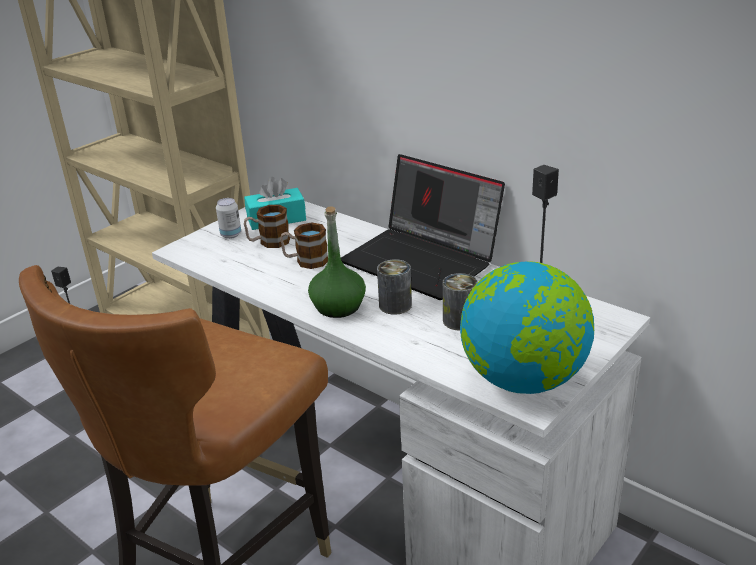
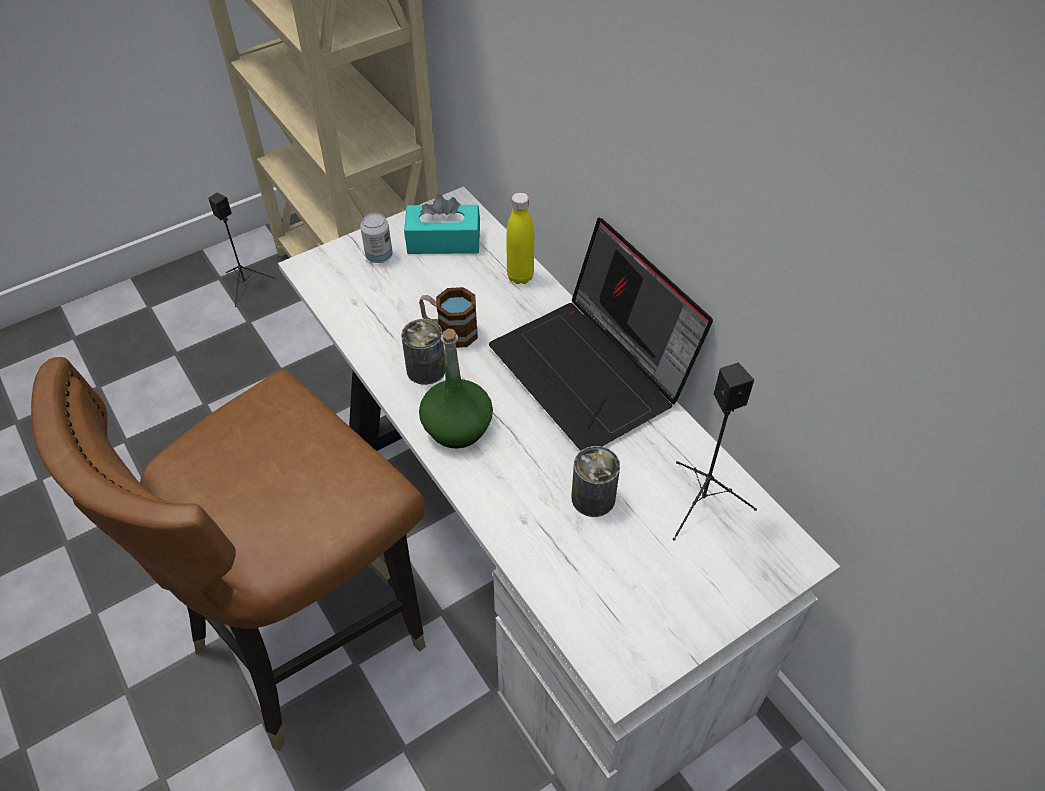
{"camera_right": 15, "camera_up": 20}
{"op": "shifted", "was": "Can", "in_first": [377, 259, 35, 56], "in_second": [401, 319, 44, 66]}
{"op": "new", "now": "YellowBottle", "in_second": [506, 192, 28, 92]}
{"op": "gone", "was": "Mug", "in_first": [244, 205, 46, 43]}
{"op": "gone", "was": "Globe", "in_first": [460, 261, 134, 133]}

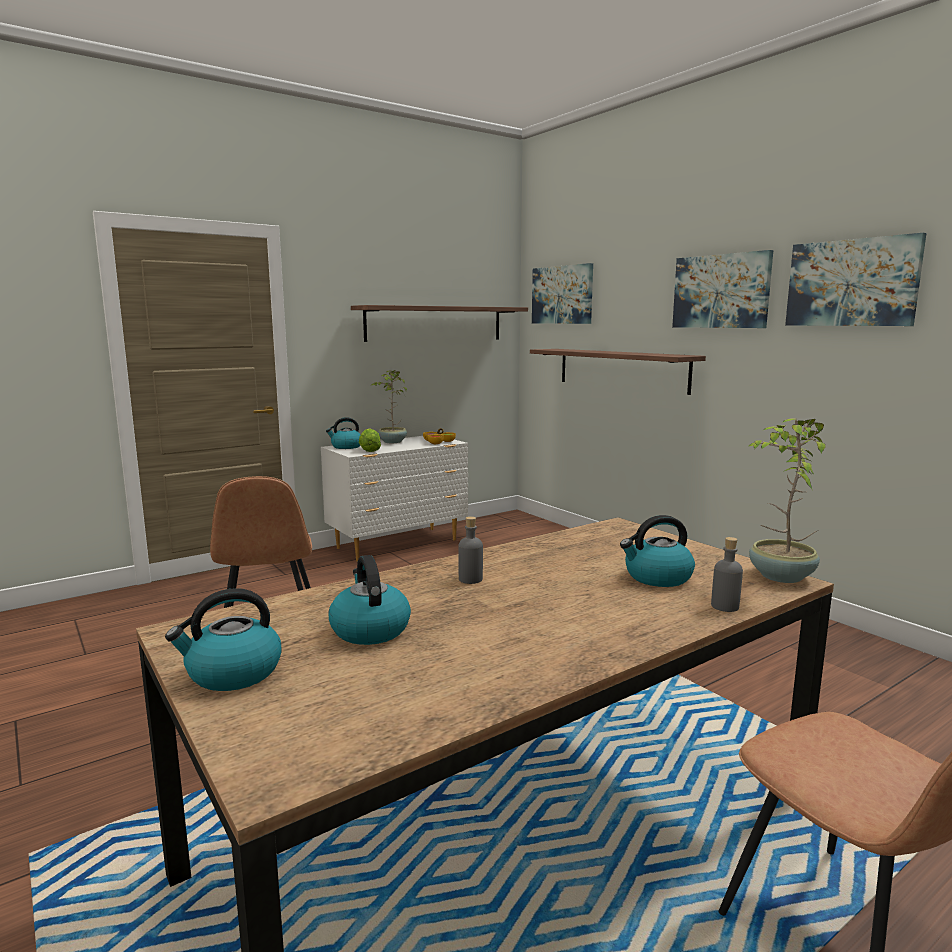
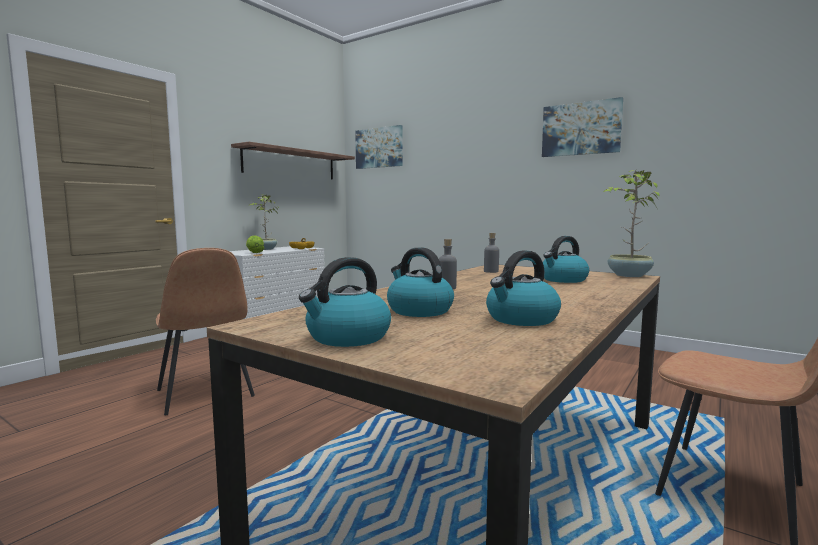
{"camera_right": -20, "camera_up": -5}
{"op": "shifted", "was": "GreyBottle", "in_first": [711, 537, 32, 75], "in_second": [484, 233, 15, 40]}
{"op": "shifted", "was": "Kettle", "in_first": [326, 417, 35, 32], "in_second": [486, 250, 75, 76]}
{"op": "gone", "was": "Shelf", "in_first": [530, 349, 176, 46]}
{"op": "gone", "was": "Picture", "in_first": [672, 250, 101, 78]}

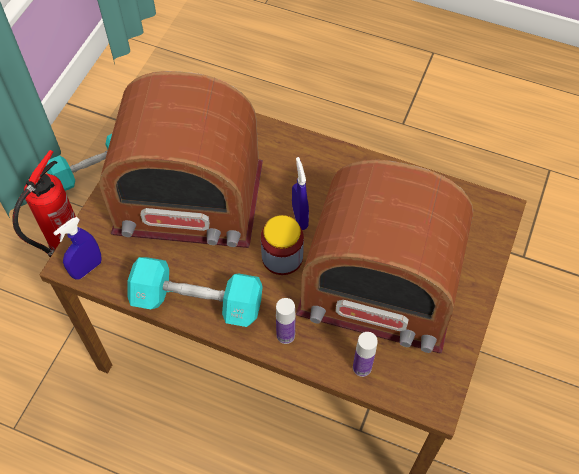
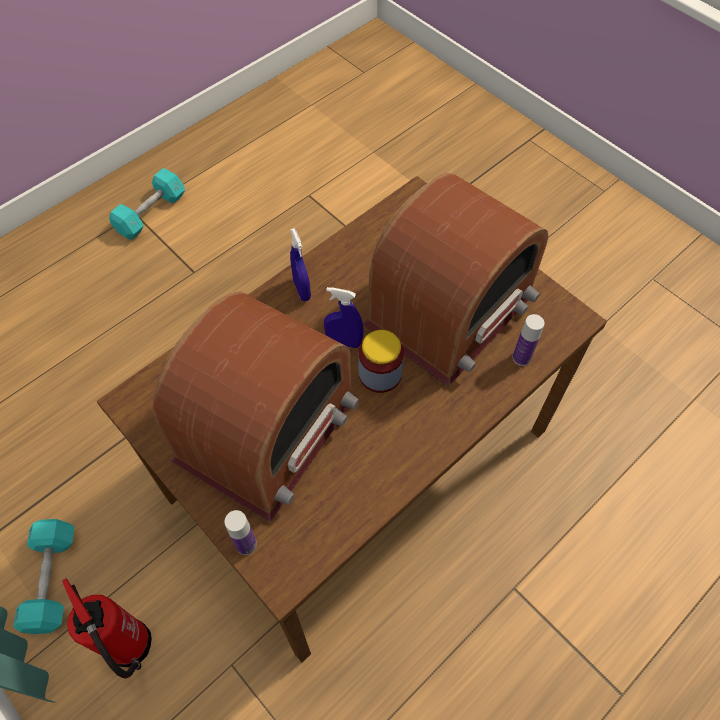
{"camera_right": -65, "camera_up": 0}
{"op": "shifted", "was": "TurquoiseDumbbell", "in_first": [127, 257, 136, 70], "in_second": [109, 168, 76, 72]}
{"op": "shifted", "was": "Bottle", "in_first": [276, 298, 19, 46], "in_second": [224, 510, 33, 45]}
{"op": "shifted", "was": "BlueSprayBottle", "in_first": [53, 217, 49, 63], "in_second": [290, 228, 21, 73]}

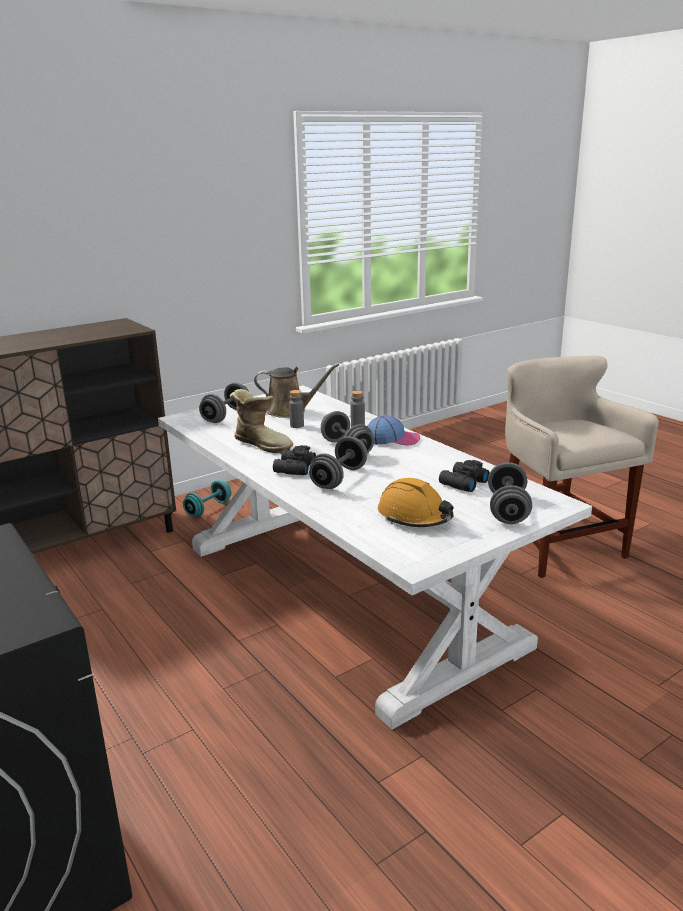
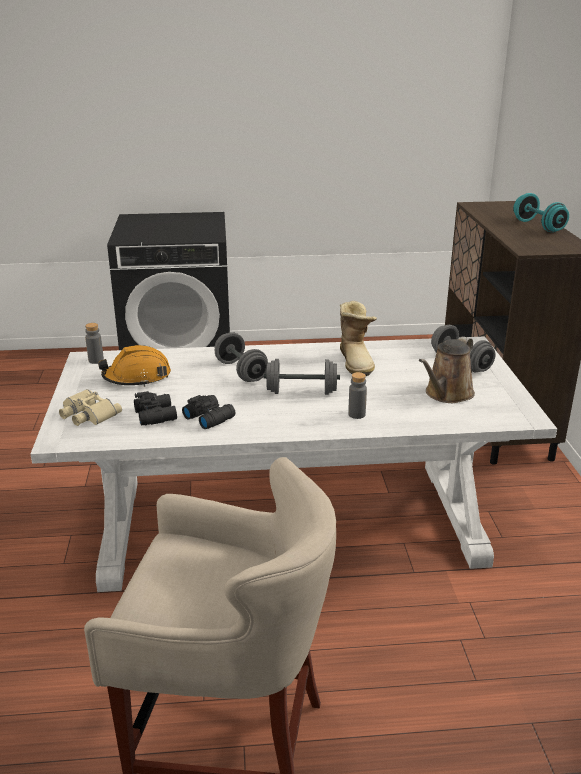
{"camera_right": 120, "camera_up": 5}
{"op": "swapped", "was": "GreyDumbbell", "now": "BeigeBinoculars", "in_first": [488, 462, 44, 62], "in_second": [59, 389, 63, 37]}
{"op": "shifted", "was": "GreyBottle", "in_first": [289, 390, 15, 38], "in_second": [85, 323, 19, 41]}
{"op": "shifted", "was": "BlackBinoculars", "in_first": [273, 445, 43, 30], "in_second": [182, 395, 53, 34]}
{"op": "rotated", "was": "Boot", "in_first": [230, 389, 63, 65], "in_second": [340, 301, 37, 75], "clockwise": -75}
{"op": "shifted", "was": "TurquoiseDumbbell", "in_first": [183, 480, 48, 37], "in_second": [513, 193, 56, 39]}
{"op": "gone", "was": "Cap", "in_first": [367, 415, 53, 31]}

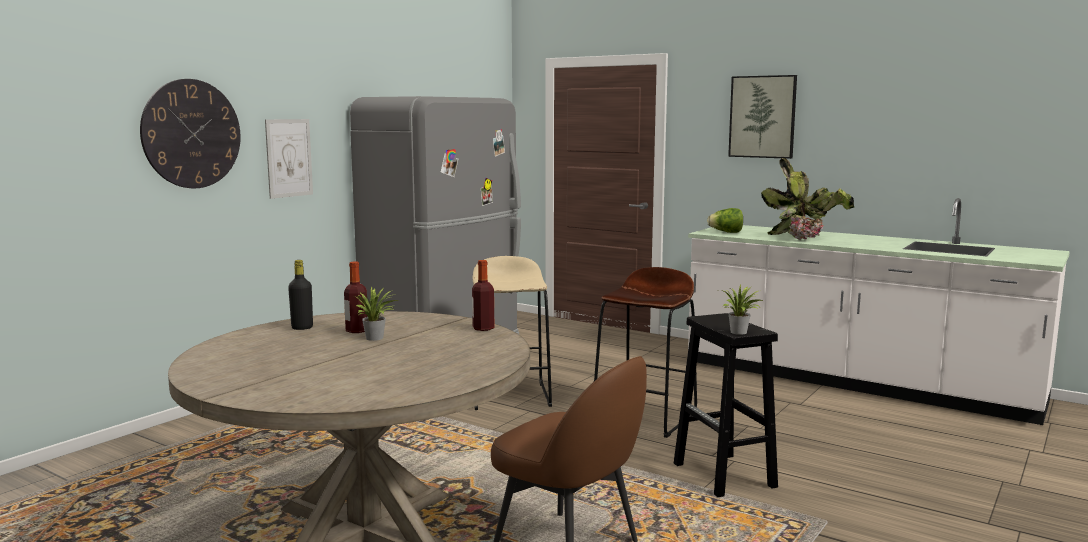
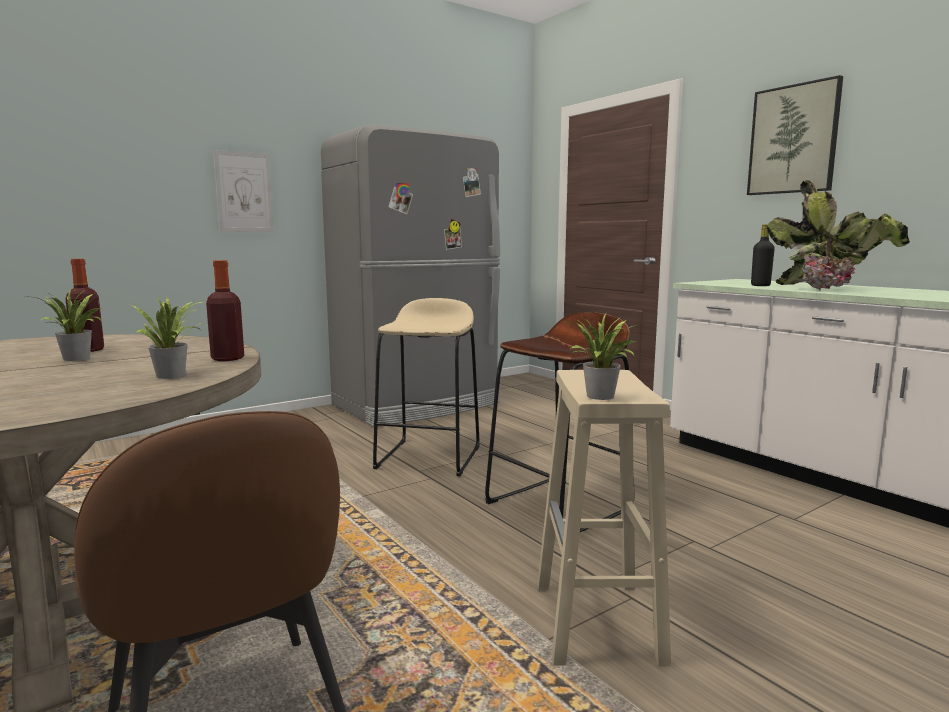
{"camera_right": 20, "camera_up": 0}
{"op": "new", "now": "PottedPlant", "in_second": [131, 296, 73, 83]}
{"op": "repainted", "was": "BlackStool", "now": "BeigeStool", "in_first": [674, 313, 104, 184], "in_second": [537, 370, 134, 296]}
{"op": "shifted", "was": "BlackBottle", "in_first": [288, 260, 25, 70], "in_second": [751, 224, 24, 62]}
{"op": "gone", "was": "WallClock", "in_first": [140, 79, 101, 109]}
{"op": "gone", "was": "Lettuce", "in_first": [707, 208, 36, 25]}

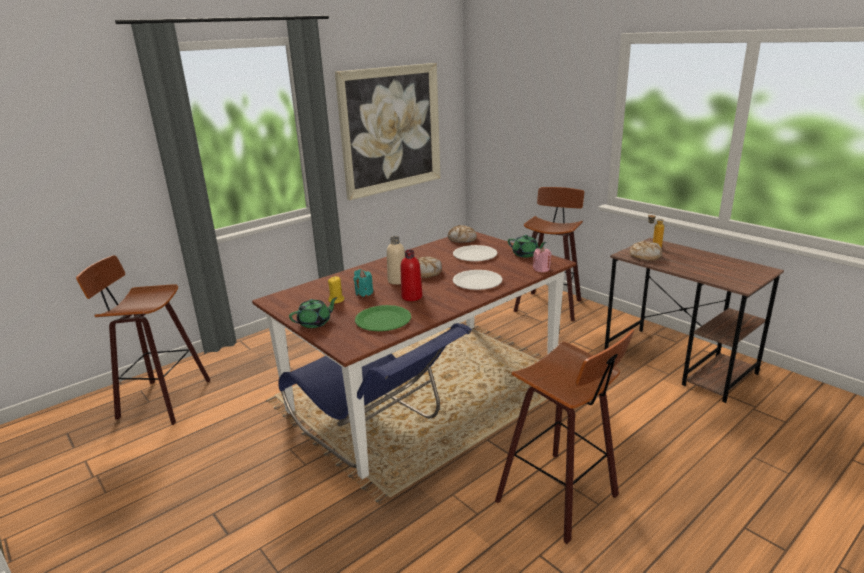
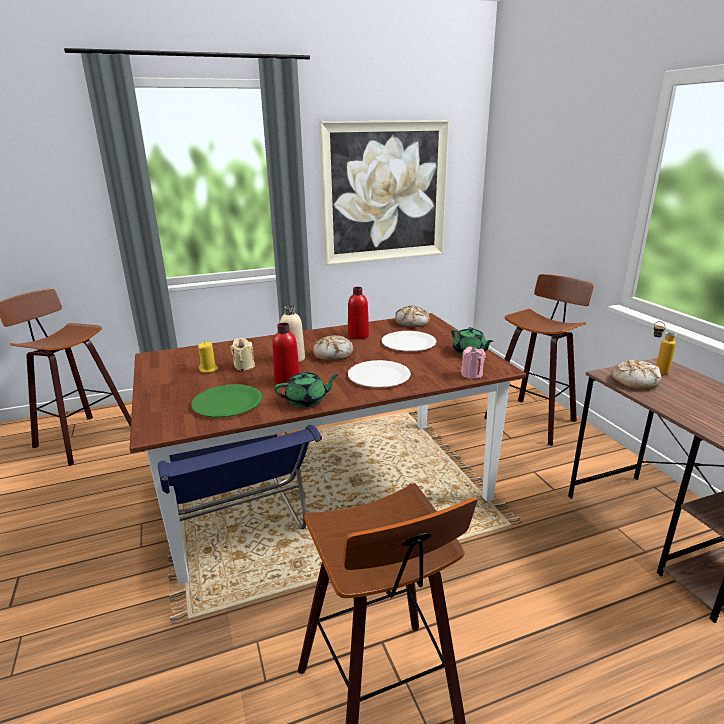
{"camera_right": 20, "camera_up": 0}
{"op": "repainted", "was": "TurquoiseCandle", "now": "BeigeCandle", "in_first": [354, 269, 19, 28], "in_second": [231, 338, 24, 33]}
{"op": "shifted", "was": "GreenTeapot", "in_first": [289, 297, 49, 31], "in_second": [274, 372, 65, 35]}
{"op": "new", "now": "RedBottle", "in_second": [348, 287, 21, 52]}

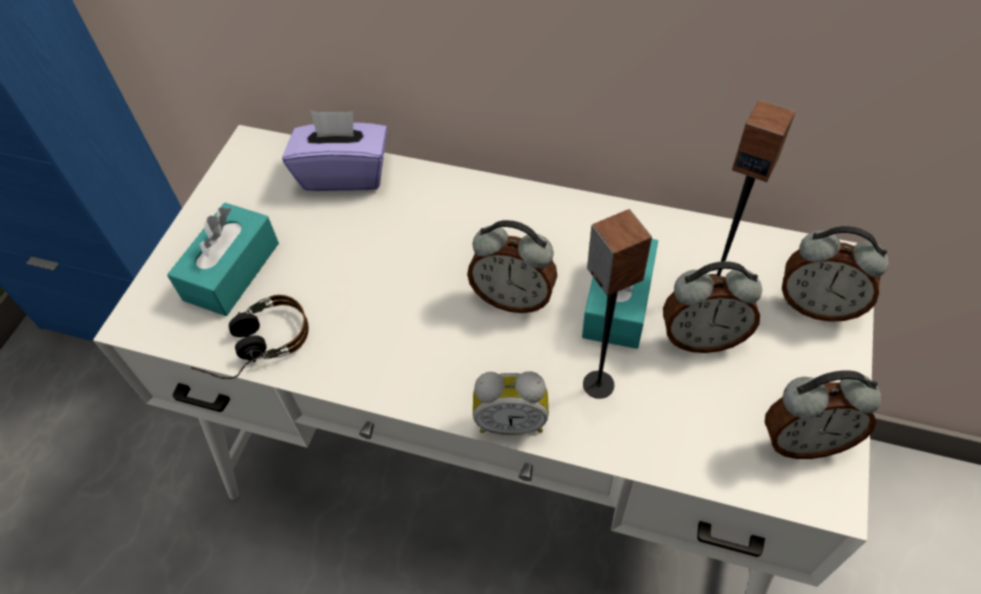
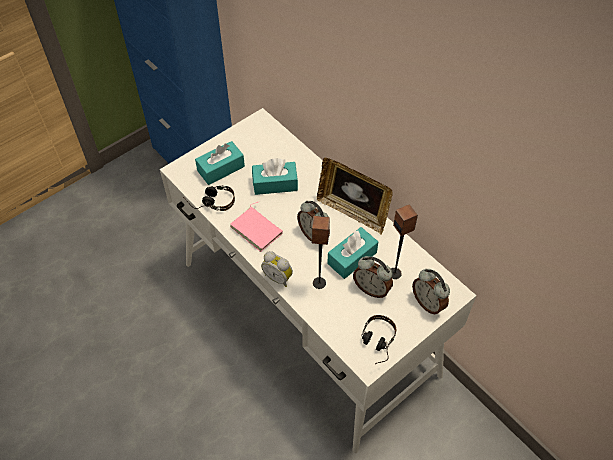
{"camera_right": 30, "camera_up": 0}
{"op": "new", "now": "PinkBook", "in_second": [230, 202, 53, 50]}
{"op": "new", "now": "TurquoiseTissueBox", "in_second": [252, 158, 46, 37]}
{"op": "new", "now": "PictureFrame", "in_second": [317, 157, 76, 78]}
{"op": "swapped", "was": "AlarmClock", "now": "Headphones", "in_first": [765, 370, 116, 89], "in_second": [361, 315, 35, 49]}
{"op": "gone", "was": "PurpleTissueBox", "in_first": [282, 111, 106, 80]}

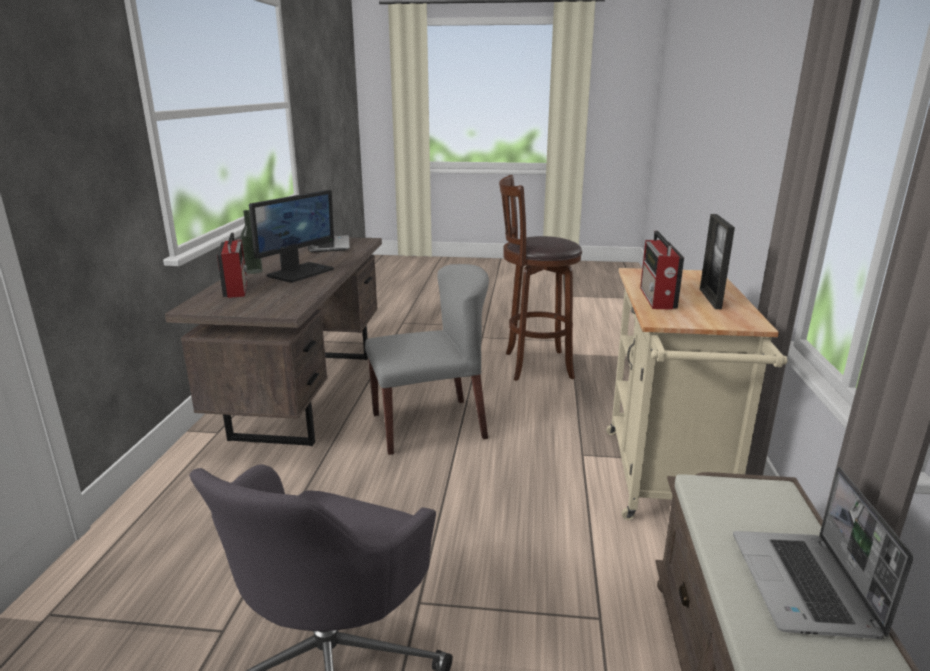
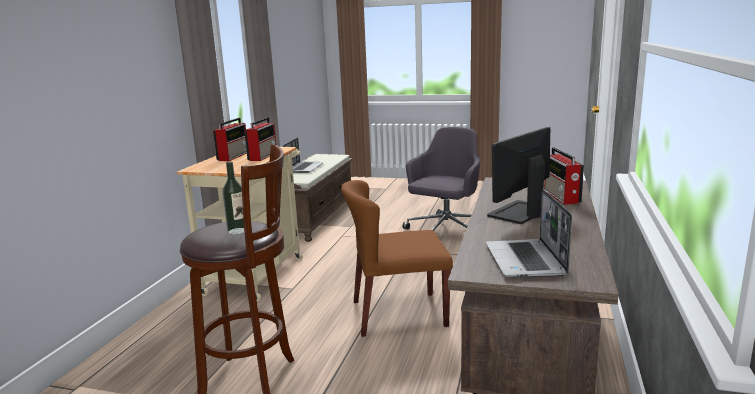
{"camera_right": -170, "camera_up": -5}
{"op": "swapped", "was": "PictureFrame", "now": "Radio", "in_first": [700, 214, 35, 95], "in_second": [213, 118, 34, 43]}
{"op": "shifted", "was": "Bottle", "in_first": [241, 210, 22, 64], "in_second": [223, 162, 21, 73]}
{"op": "repainted", "was": "GreyChair", "now": "BrownChair", "in_first": [365, 264, 124, 191], "in_second": [341, 180, 112, 157]}

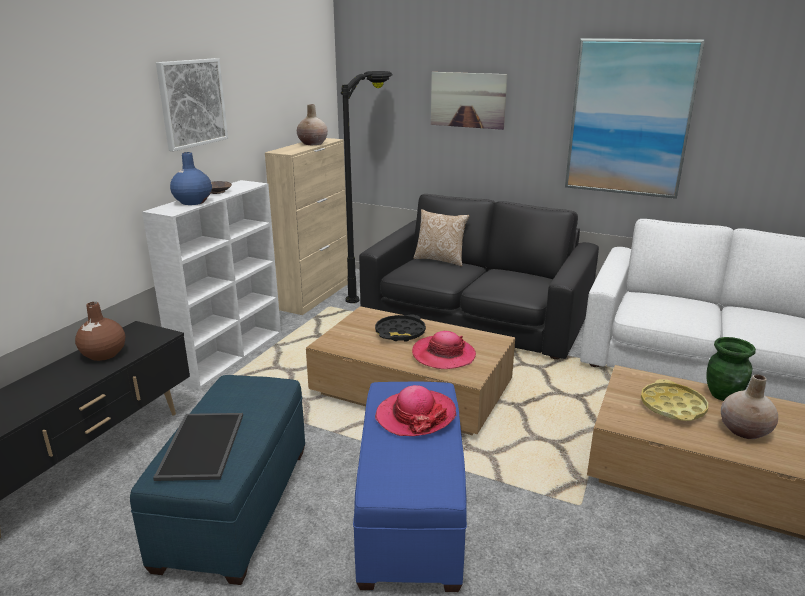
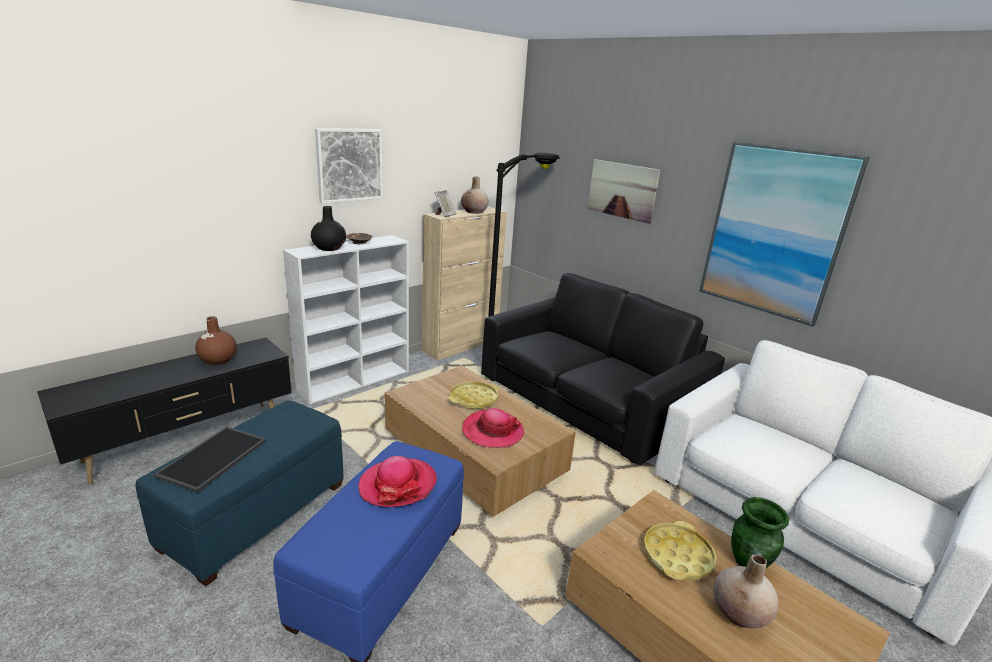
{"camera_right": 20, "camera_up": 0}
{"op": "repainted", "was": "BlueVase", "now": "BlackVase", "in_first": [170, 152, 42, 53], "in_second": [311, 206, 35, 45]}
{"op": "new", "now": "PictureFrame", "in_second": [435, 190, 21, 27]}
{"op": "repainted", "was": "BlackTray", "now": "YellowTray", "in_first": [375, 314, 51, 28], "in_second": [448, 381, 51, 28]}
{"op": "gone", "was": "Pillow", "in_first": [413, 209, 57, 58]}

